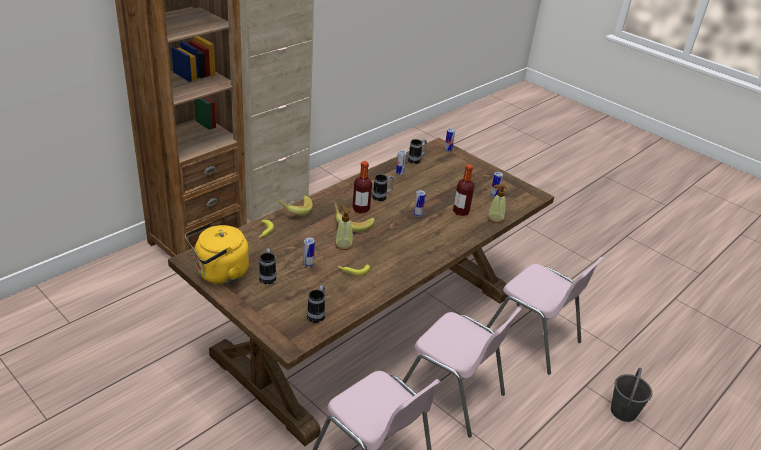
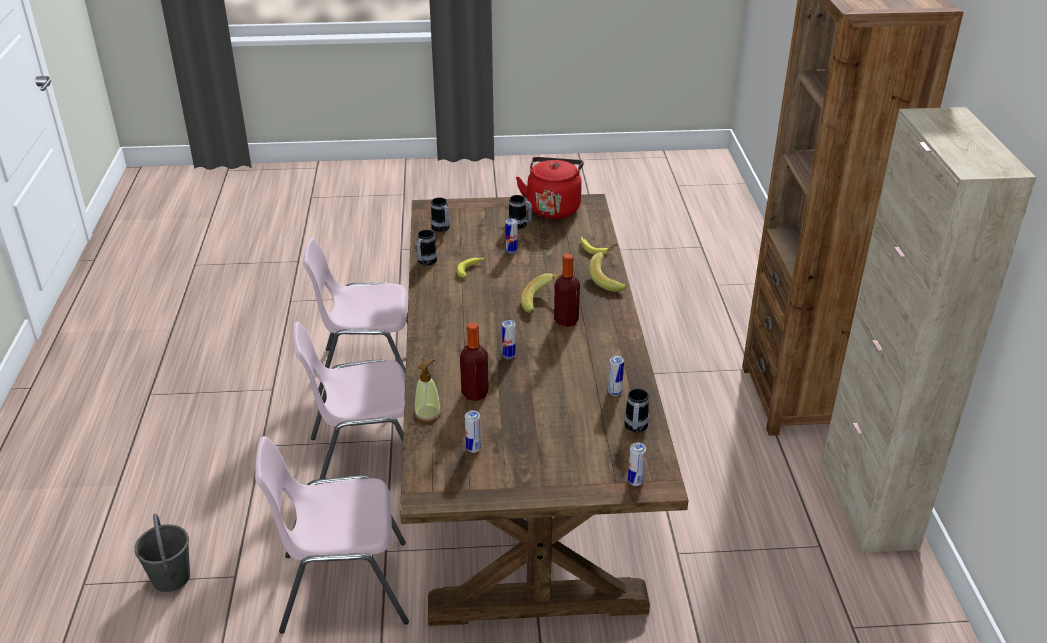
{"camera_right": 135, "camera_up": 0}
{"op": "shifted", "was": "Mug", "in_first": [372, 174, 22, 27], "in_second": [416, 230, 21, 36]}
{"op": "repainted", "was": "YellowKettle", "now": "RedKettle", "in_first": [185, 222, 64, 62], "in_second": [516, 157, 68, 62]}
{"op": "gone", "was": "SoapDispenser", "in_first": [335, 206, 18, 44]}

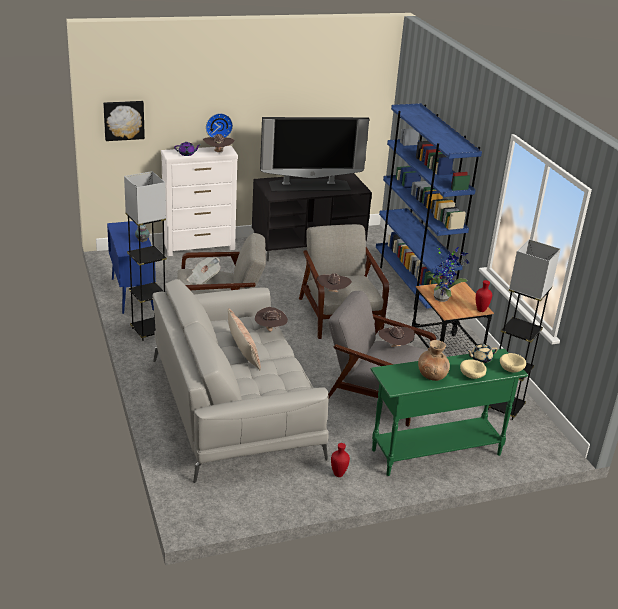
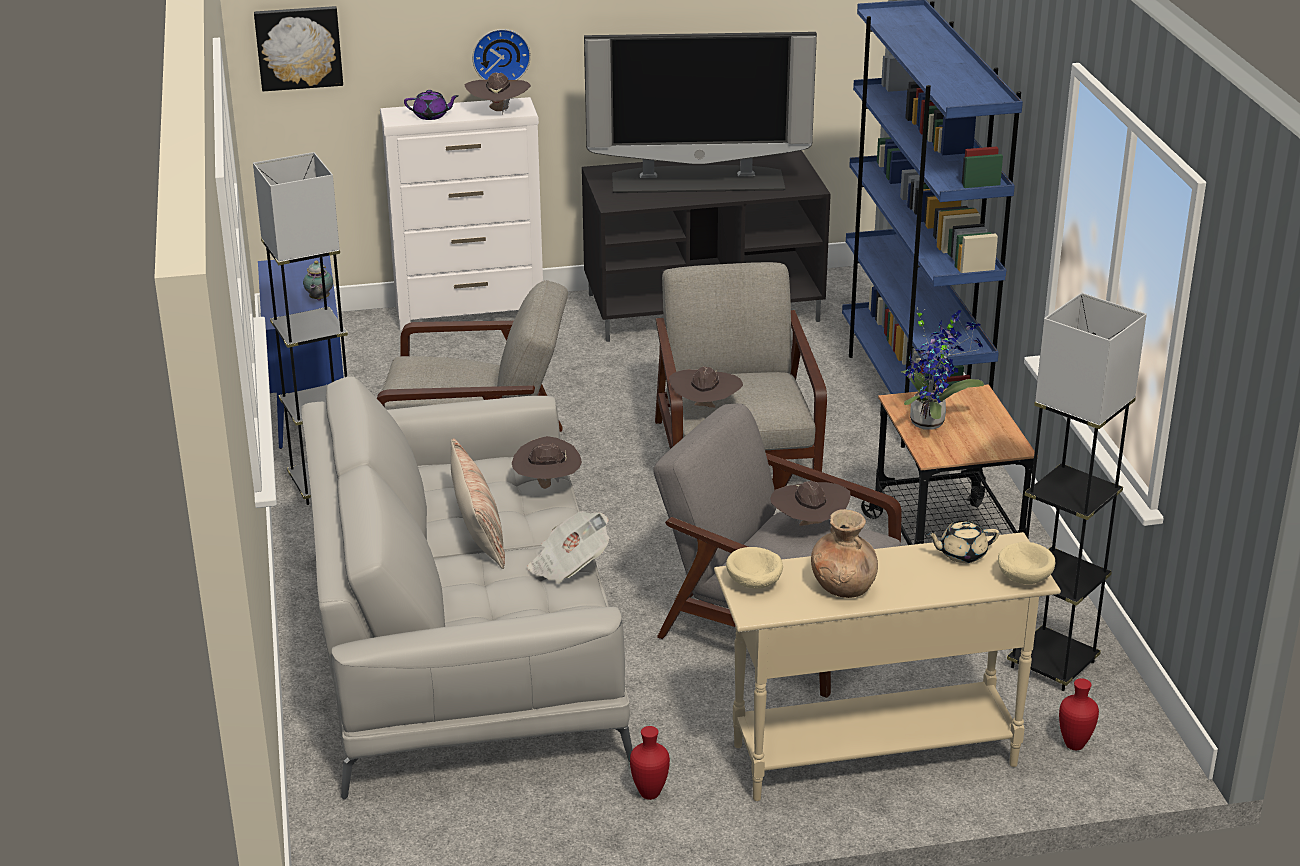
{"camera_right": 10, "camera_up": 0}
{"op": "shifted", "was": "Newspaper", "in_first": [187, 257, 34, 28], "in_second": [528, 511, 81, 72]}
{"op": "repainted", "was": "GreenConsoleTable", "now": "BeigeConsoleTable", "in_first": [371, 349, 157, 127], "in_second": [714, 532, 347, 269]}
{"op": "shifted", "was": "BeigeBowl", "in_first": [460, 359, 27, 20], "in_second": [726, 547, 57, 42]}
{"op": "shifted", "was": "RedVase", "in_first": [476, 280, 16, 32], "in_second": [1059, 678, 40, 72]}

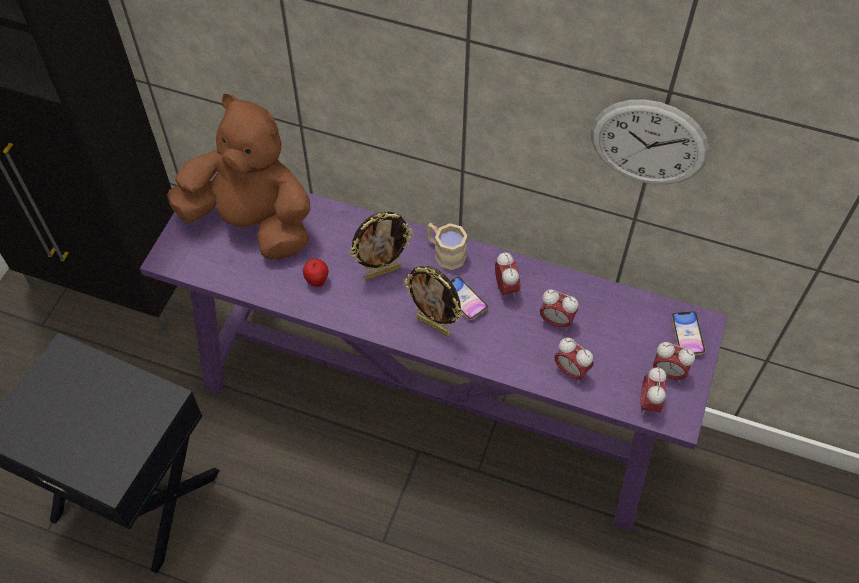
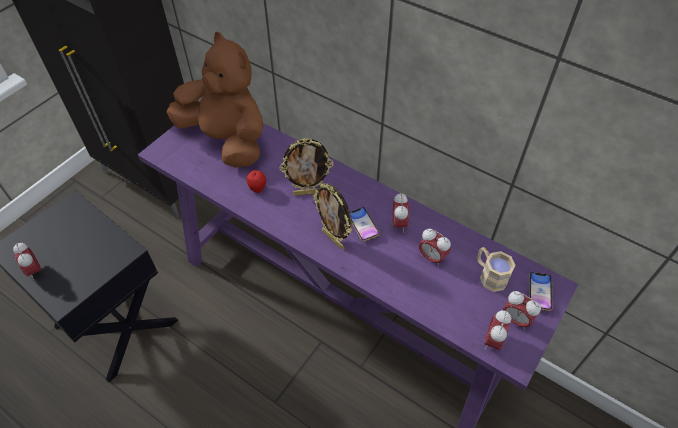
{"camera_right": 15, "camera_up": -5}
{"op": "shifted", "was": "AlarmClock", "in_first": [554, 338, 40, 45], "in_second": [13, 243, 28, 37]}
{"op": "shifted", "was": "BeigeMug", "in_first": [427, 223, 41, 47], "in_second": [477, 247, 39, 45]}
{"op": "gone", "was": "WallClock", "in_first": [591, 99, 118, 85]}

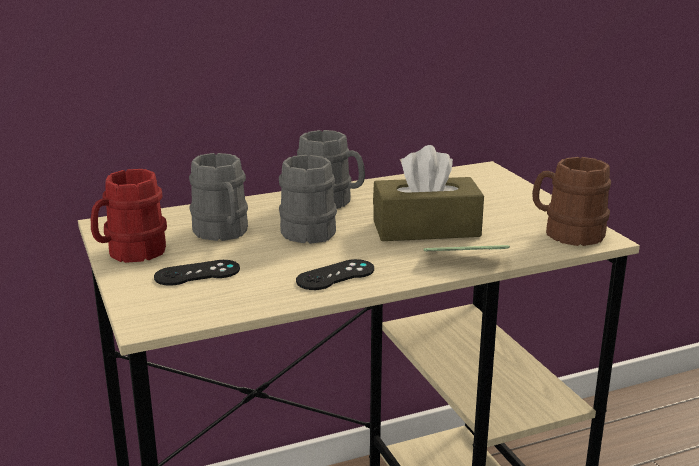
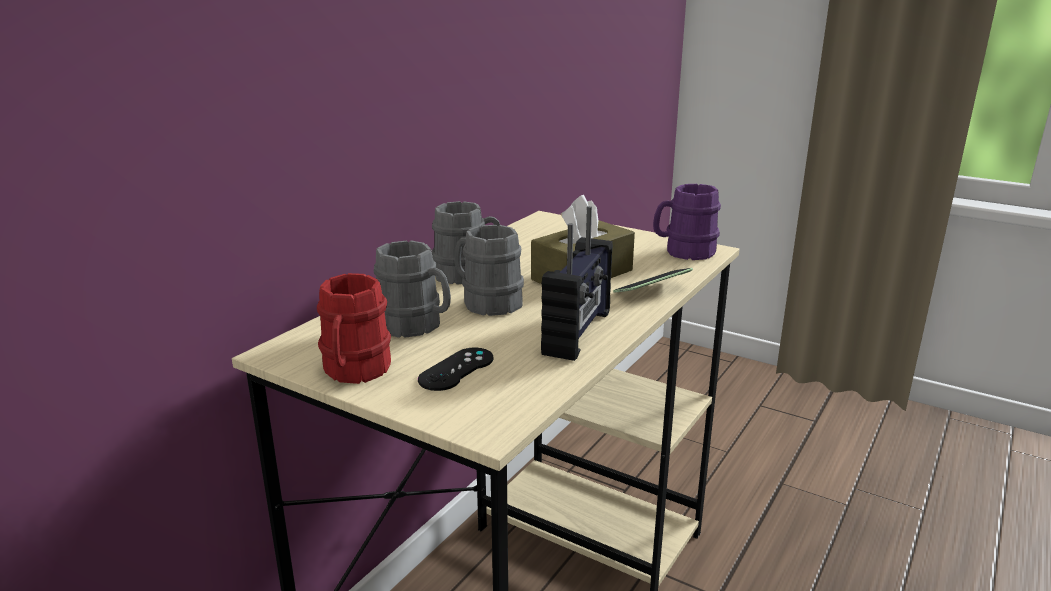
{"camera_right": -35, "camera_up": 0}
{"op": "swapped", "was": "BlackGameController", "now": "Radio", "in_first": [296, 259, 78, 31], "in_second": [541, 206, 72, 155]}
{"op": "repainted", "was": "BrownMug", "now": "PurpleMug", "in_first": [532, 157, 79, 89], "in_second": [653, 184, 68, 76]}

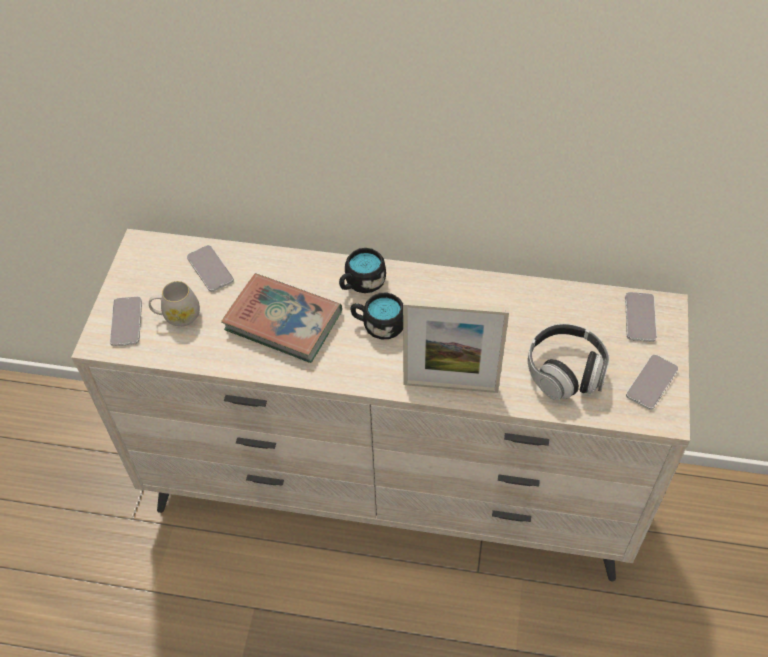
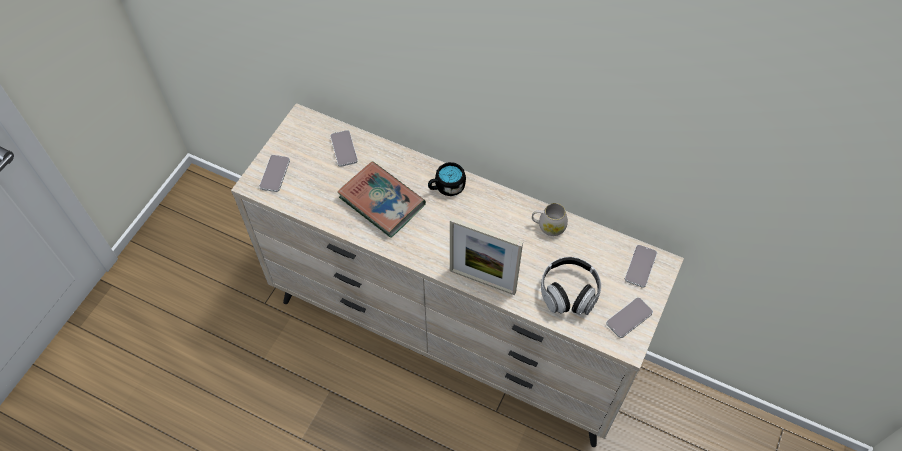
{"camera_right": 15, "camera_up": 5}
{"op": "shifted", "was": "WhiteMug", "in_first": [149, 281, 51, 46], "in_second": [532, 203, 36, 33]}
{"op": "gone", "was": "BlackMug", "in_first": [351, 292, 52, 48]}

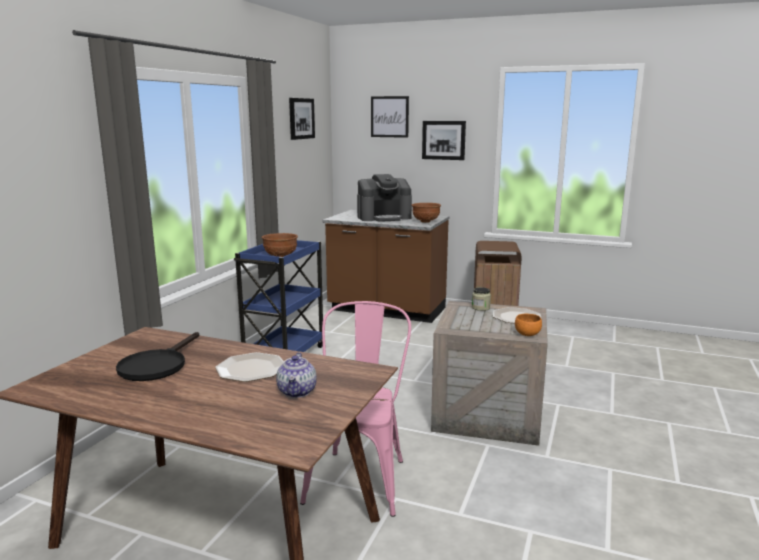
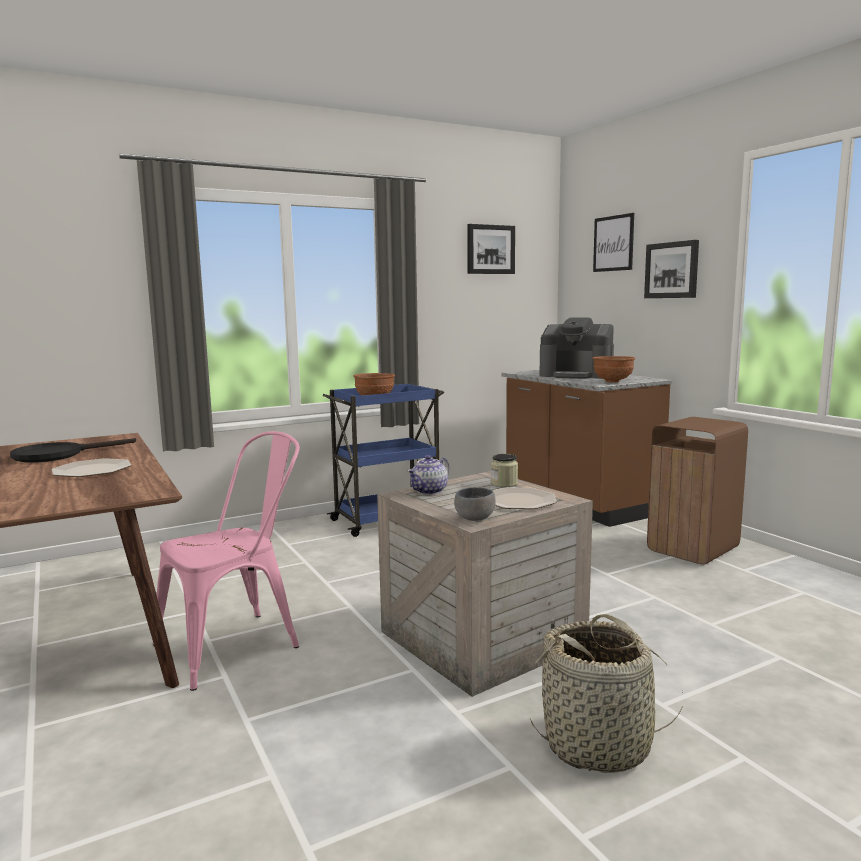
{"camera_right": 40, "camera_up": -5}
{"op": "shifted", "was": "Teapot", "in_first": [276, 352, 41, 46], "in_second": [407, 455, 42, 40]}
{"op": "repainted", "was": "OrangeBowl", "now": "GreyBowl", "in_first": [515, 314, 27, 22], "in_second": [454, 487, 42, 34]}
{"op": "new", "now": "Basket", "in_second": [530, 614, 153, 159]}

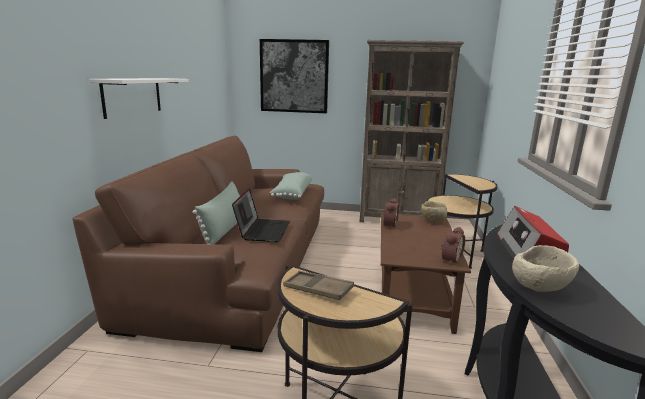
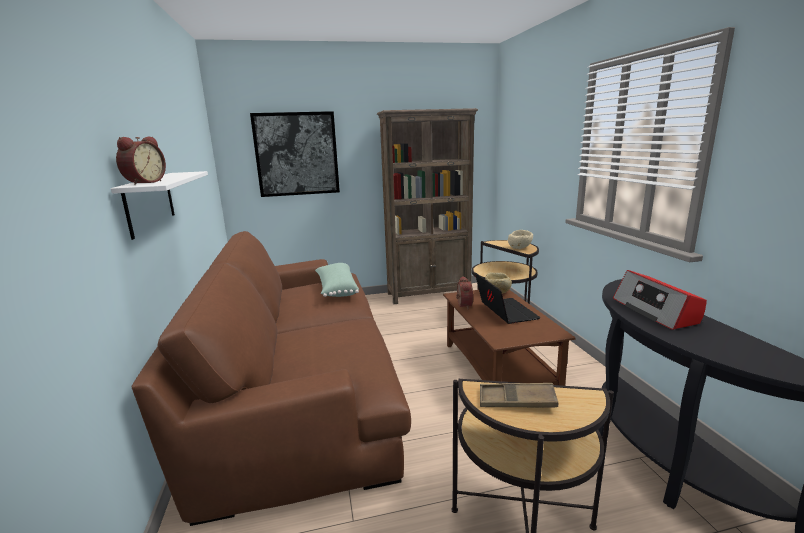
{"camera_right": -20, "camera_up": 0}
{"op": "shifted", "was": "AlarmClock", "in_first": [440, 227, 25, 38], "in_second": [116, 137, 50, 48]}
{"op": "shifted", "was": "Laptop", "in_first": [232, 188, 58, 54], "in_second": [475, 273, 66, 51]}
{"op": "shifted", "was": "BeigeBowl", "in_first": [512, 245, 67, 47], "in_second": [508, 230, 25, 19]}
{"op": "gone", "was": "GreenPillow", "in_first": [192, 181, 48, 63]}

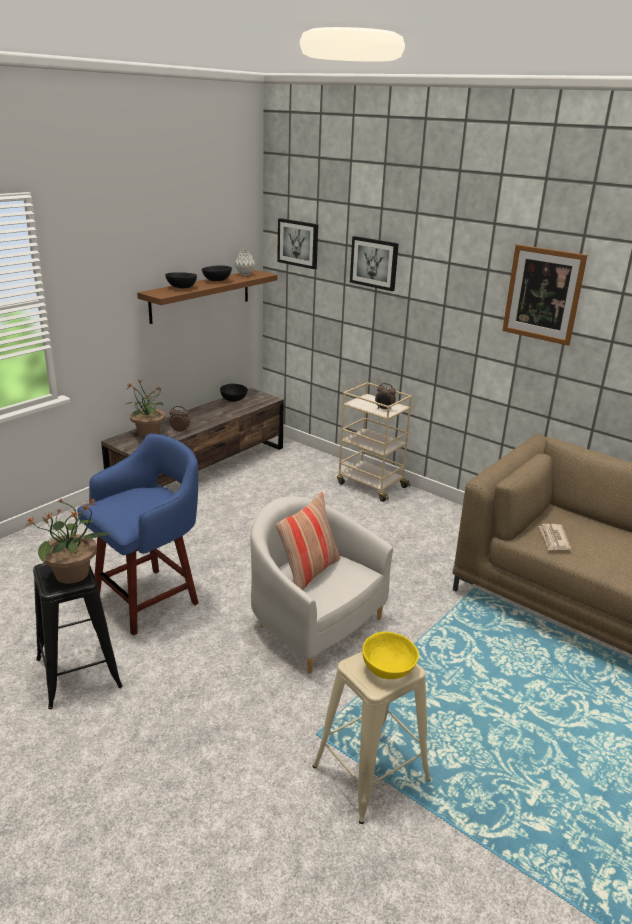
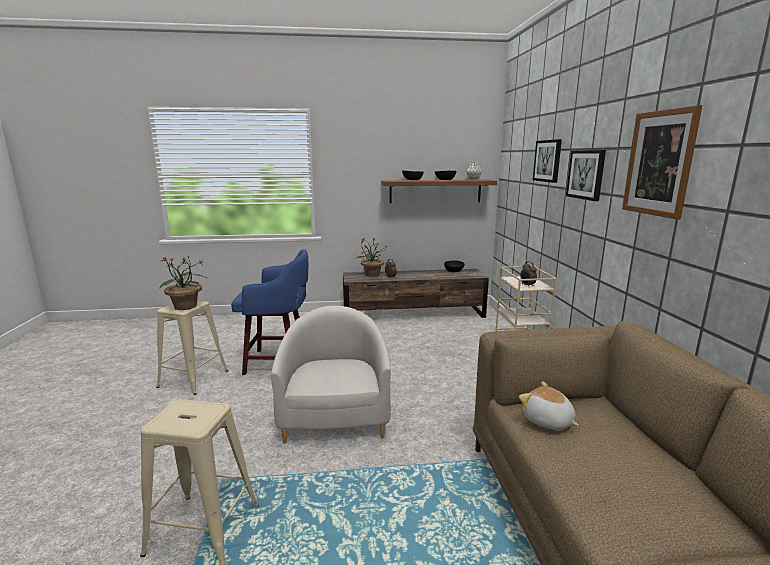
{"camera_right": 45, "camera_up": -10}
{"op": "repainted", "was": "BlackStool", "now": "BeigeStool", "in_first": [33, 563, 90, 146], "in_second": [156, 301, 72, 94]}
{"op": "swapped", "was": "Newspaper", "now": "PlushToy", "in_first": [539, 524, 32, 26], "in_second": [519, 381, 60, 49]}
{"op": "shifted", "was": "Picture", "in_first": [277, 218, 41, 51], "in_second": [566, 150, 40, 51]}
{"op": "gone", "was": "Pillow", "in_first": [276, 492, 64, 98]}
{"op": "gone", "was": "YellowBowl", "in_first": [362, 632, 57, 47]}

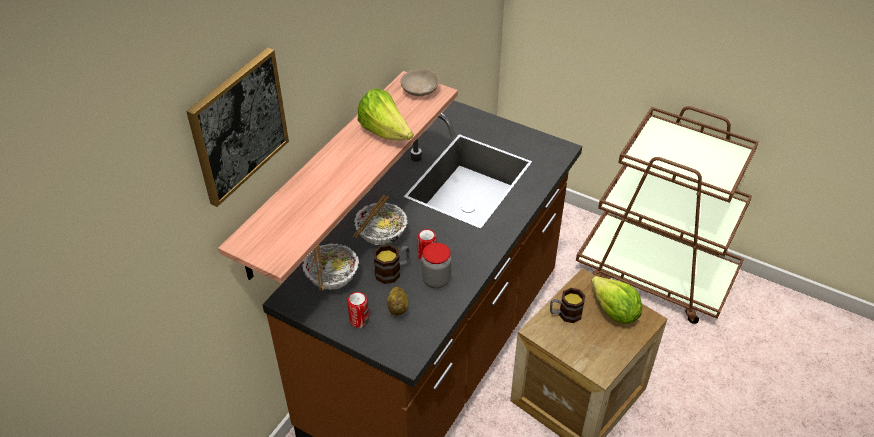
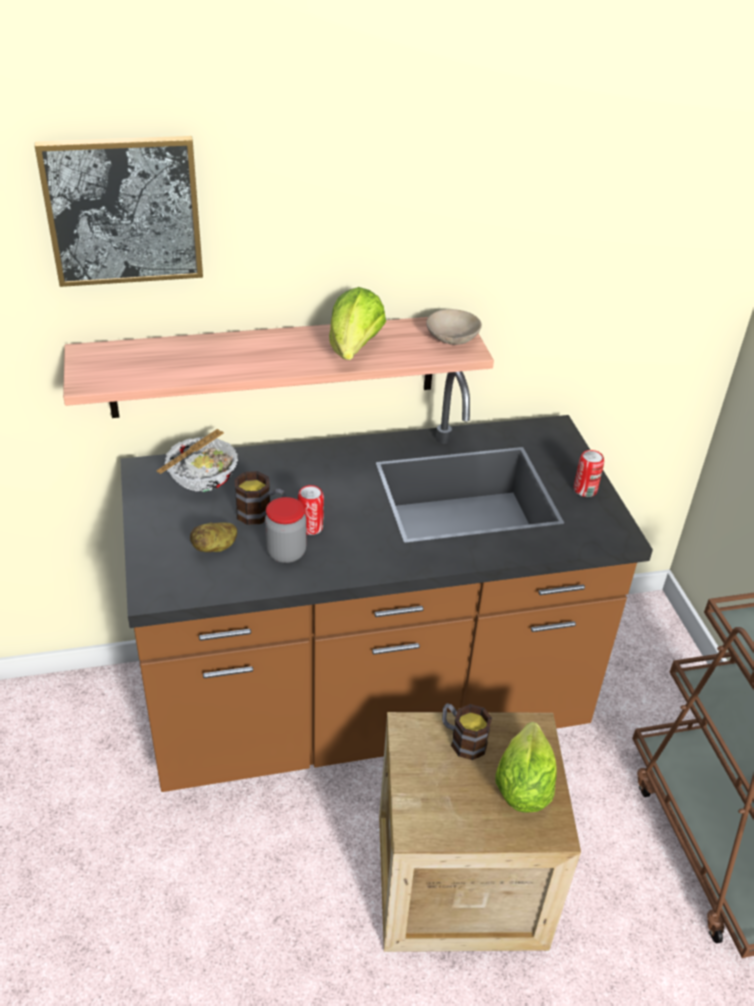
{"camera_right": 45, "camera_up": -5}
{"op": "shifted", "was": "Can", "in_first": [347, 292, 22, 36], "in_second": [574, 450, 30, 47]}
{"op": "gone", "was": "Bowl", "in_first": [353, 195, 55, 50]}

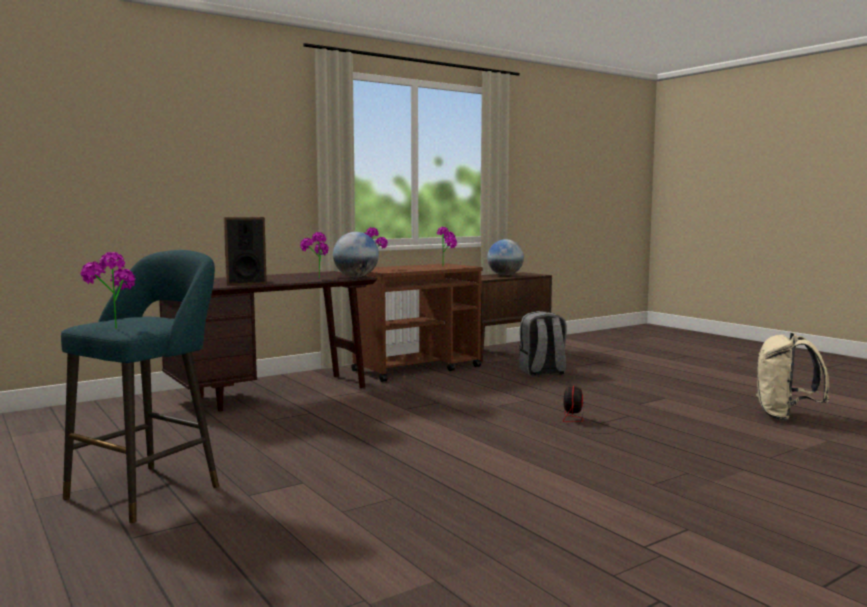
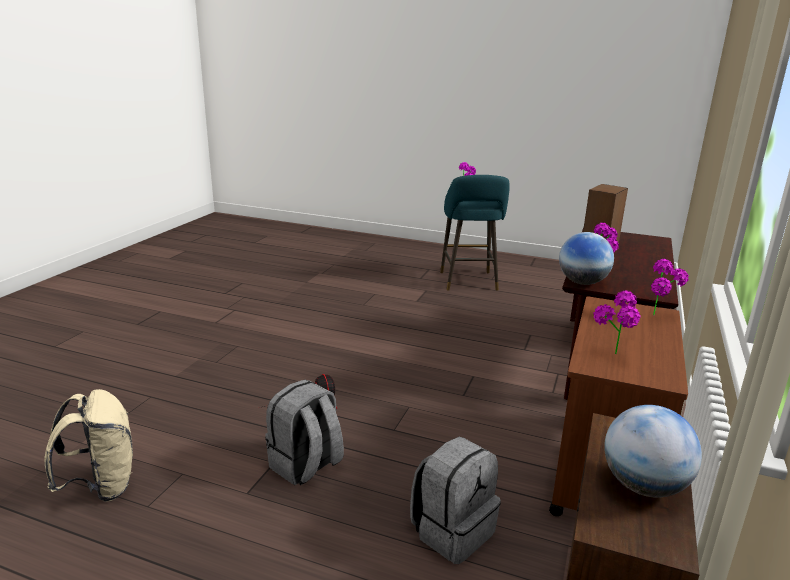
{"camera_right": 145, "camera_up": 15}
{"op": "new", "now": "GreyBackpack", "in_second": [265, 380, 79, 105]}

